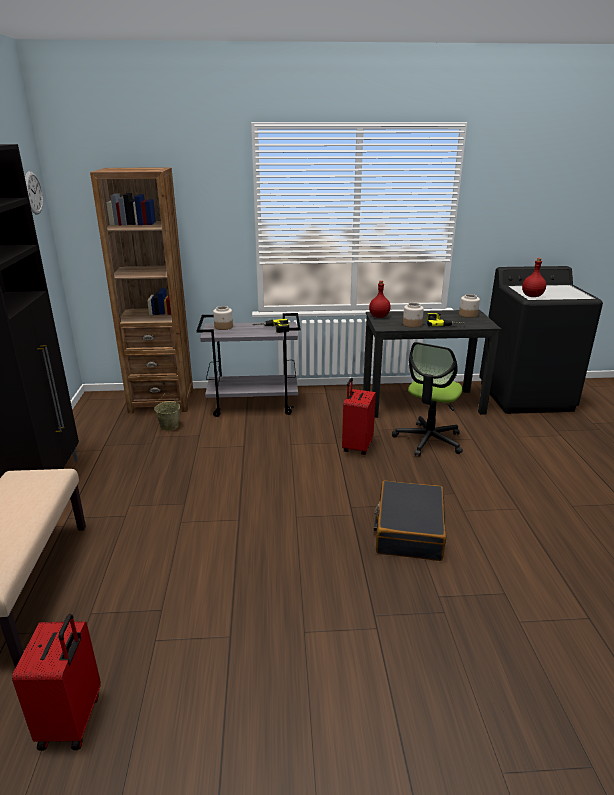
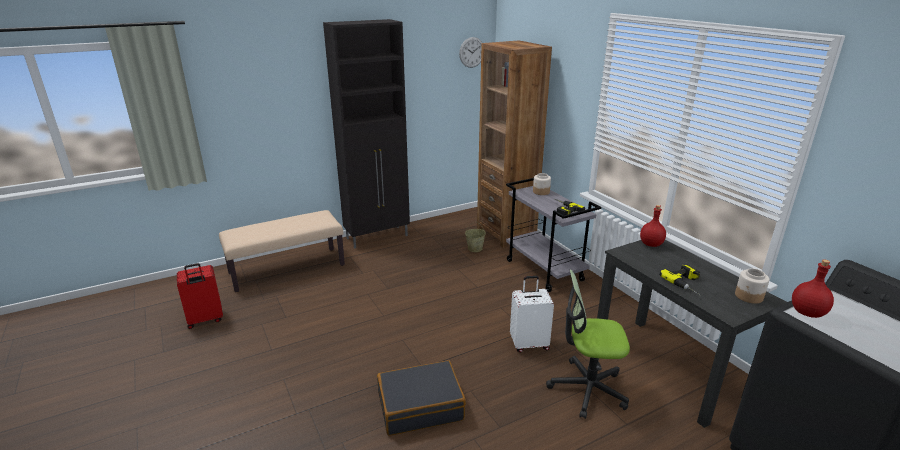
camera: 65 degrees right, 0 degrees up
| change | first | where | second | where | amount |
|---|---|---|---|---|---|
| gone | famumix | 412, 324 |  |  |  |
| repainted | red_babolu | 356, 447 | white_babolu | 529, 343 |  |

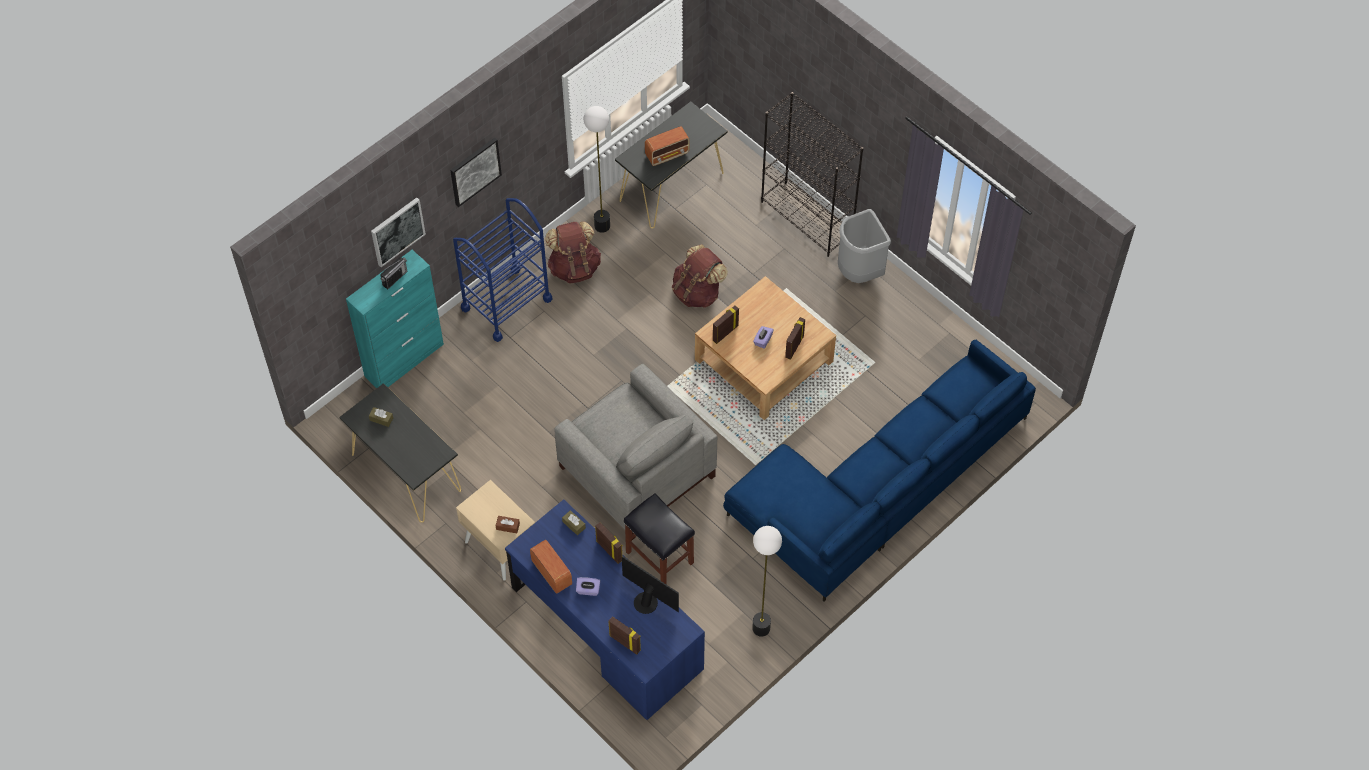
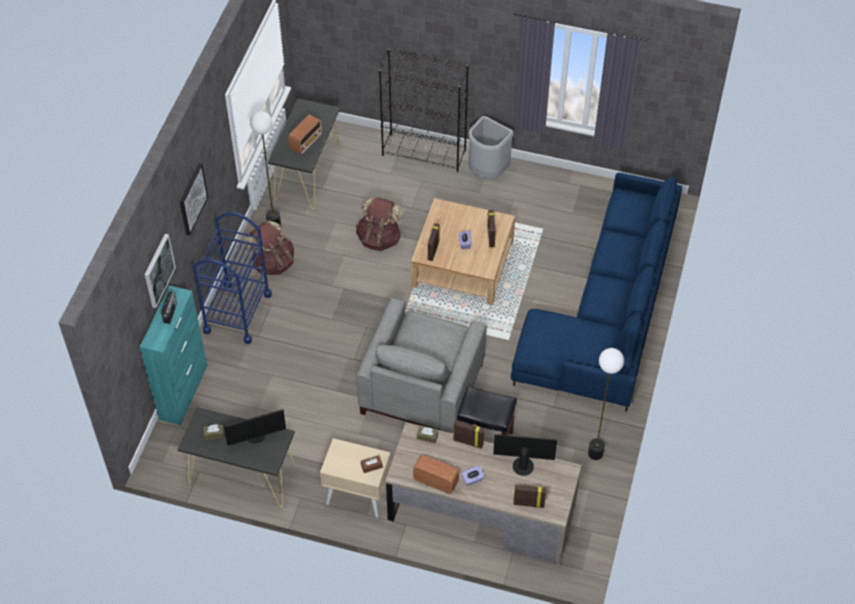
camera: 30 degrees left, 5 degrees down
| change | first | where | second | where | amount |
|---|---|---|---|---|---|
| rotated | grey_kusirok | 635, 470 |  | 422, 386 | 90 degrees clockwise |
| repainted | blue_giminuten | 606, 628 | brown_giminuten | 481, 512 |  |
| new |  |  | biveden | 256, 436 |  |

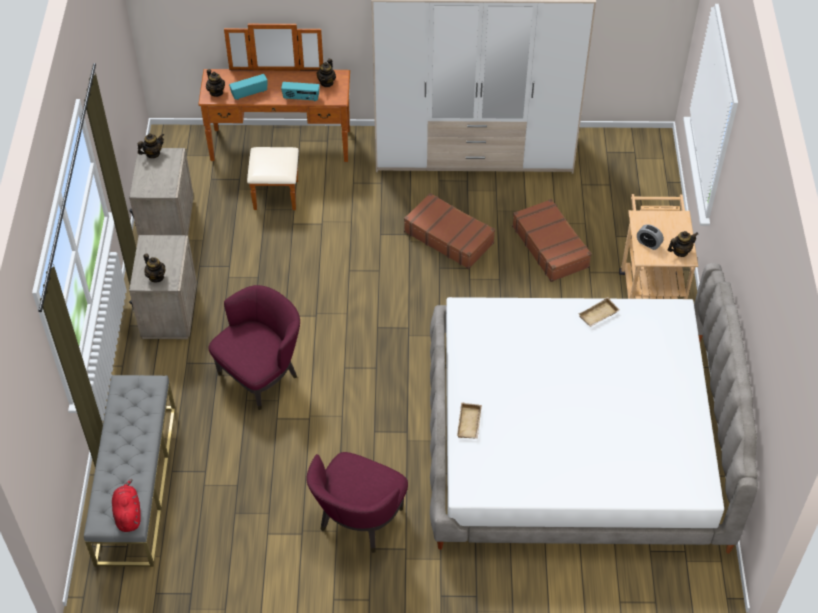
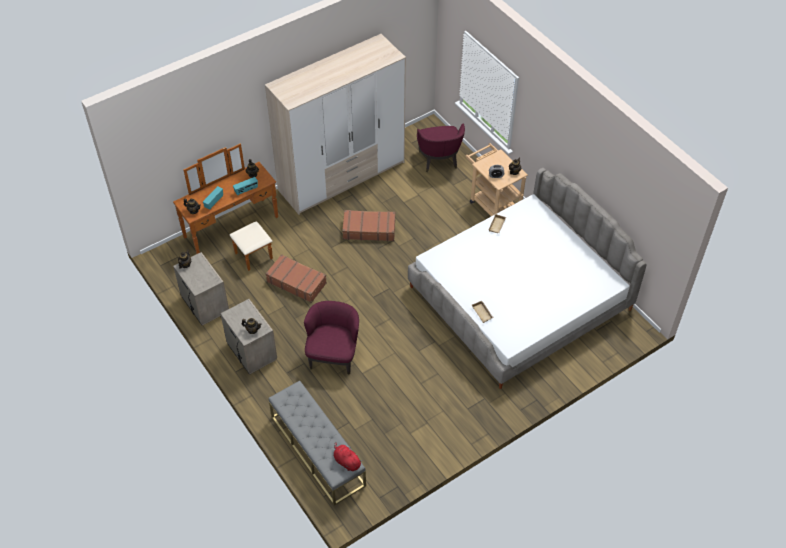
camera: 35 degrees left, 0 degrees up
| change | first | where | second | where | amount |
|---|---|---|---|---|---|
| shifted | brown_babolu | 550, 246 |  | 296, 282 |  |
| shifted | purple_kusirok | 358, 521 |  | 439, 161 |  |

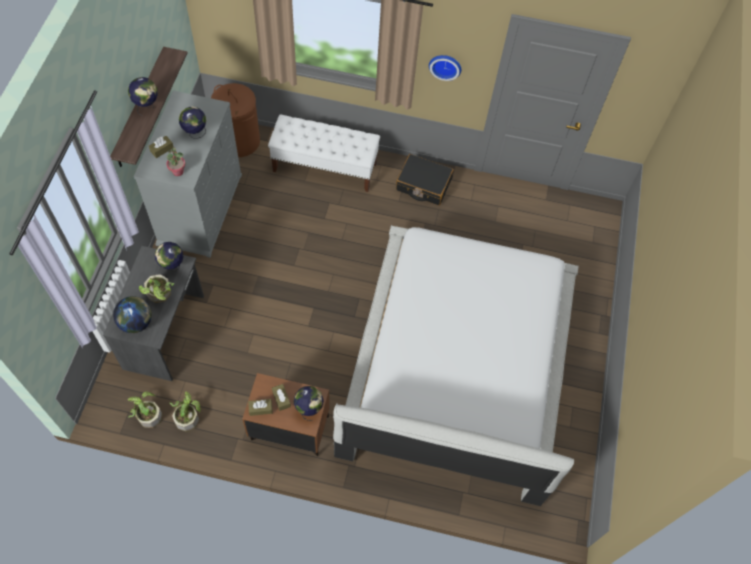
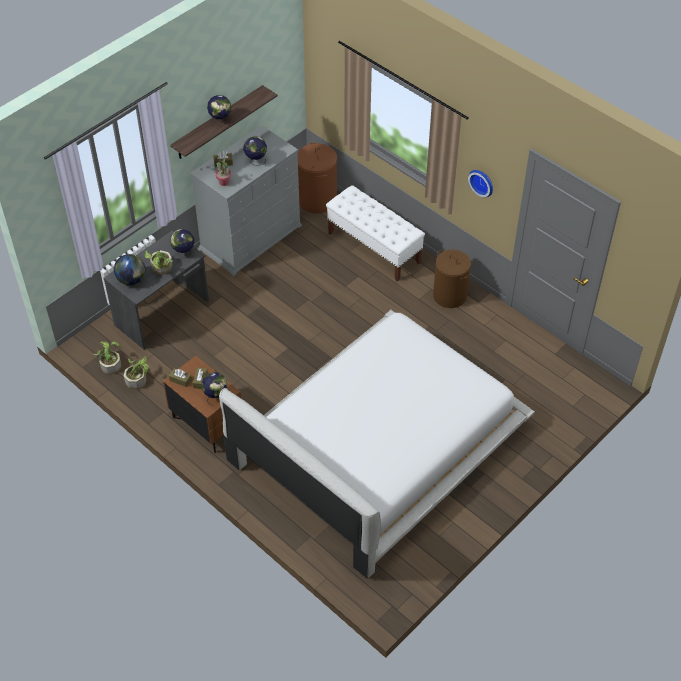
camera: 35 degrees right, 10 degrees down
| change | first | where | second | where | amount |
|---|---|---|---|---|---|
| swapped | black_babolu | 423, 185 | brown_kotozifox | 450, 296 |  |

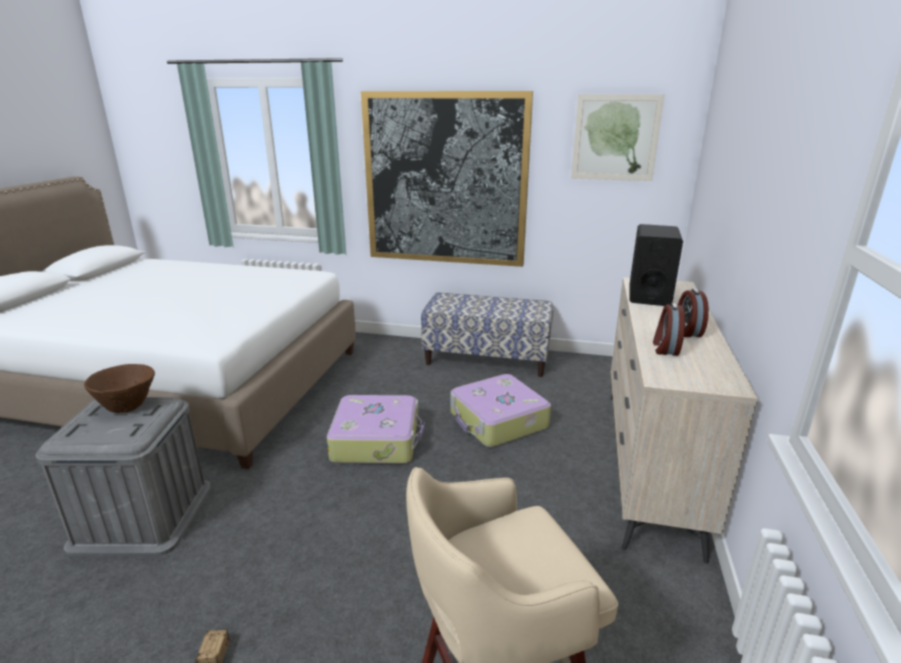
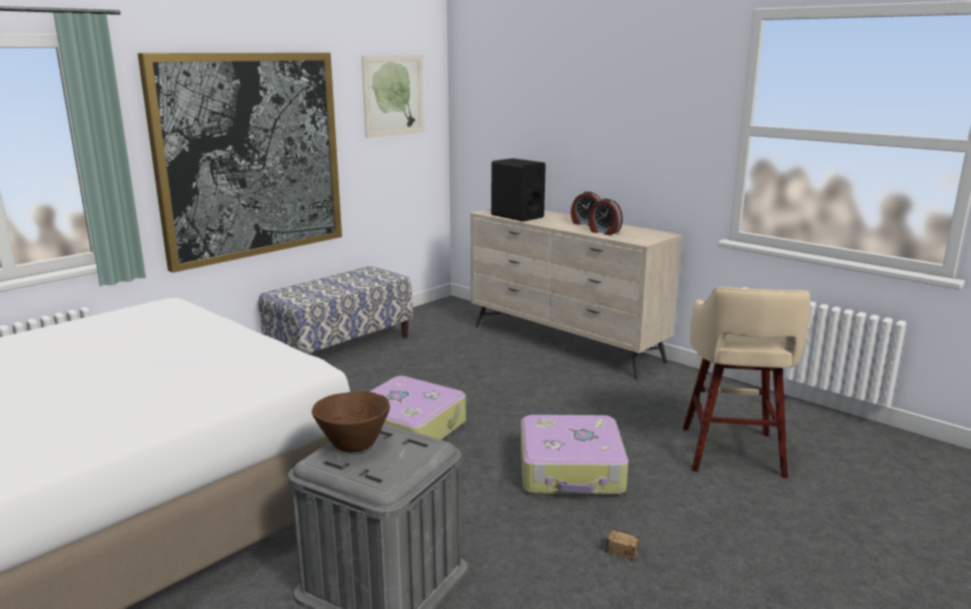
camera: 60 degrees left, 5 degrees down
| change | first | where | second | where | amount |
|---|---|---|---|---|---|
| shifted | babolu | 498, 421 |  | 571, 470 |  |

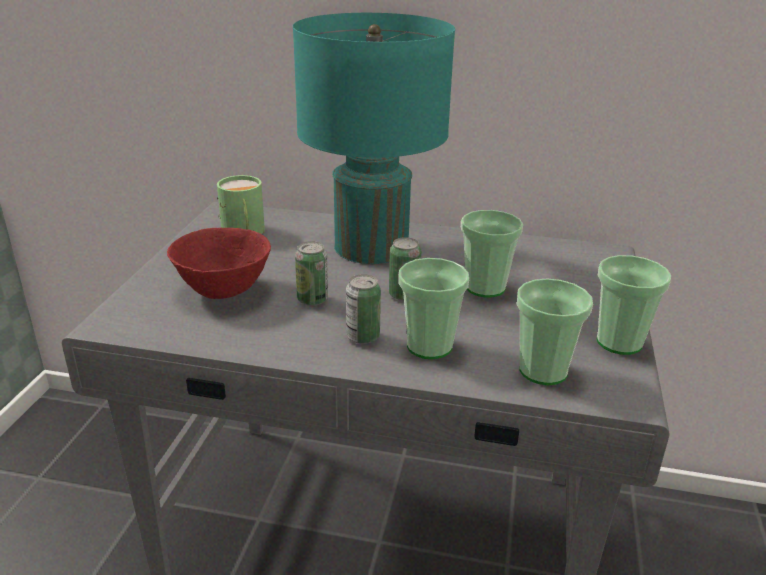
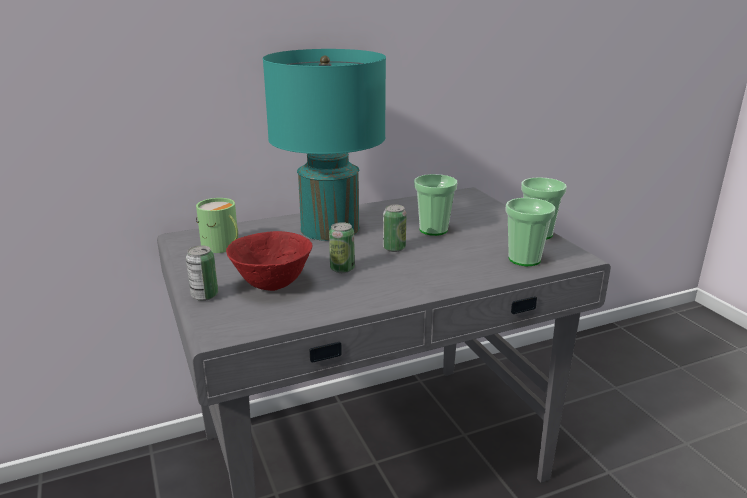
camera: 35 degrees left, 5 degrees down
| change | first | where | second | where | amount |
|---|---|---|---|---|---|
| gone | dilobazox | 429, 346 |  |  |  |
| shifted | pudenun | 363, 337 |  | 204, 295 |  |

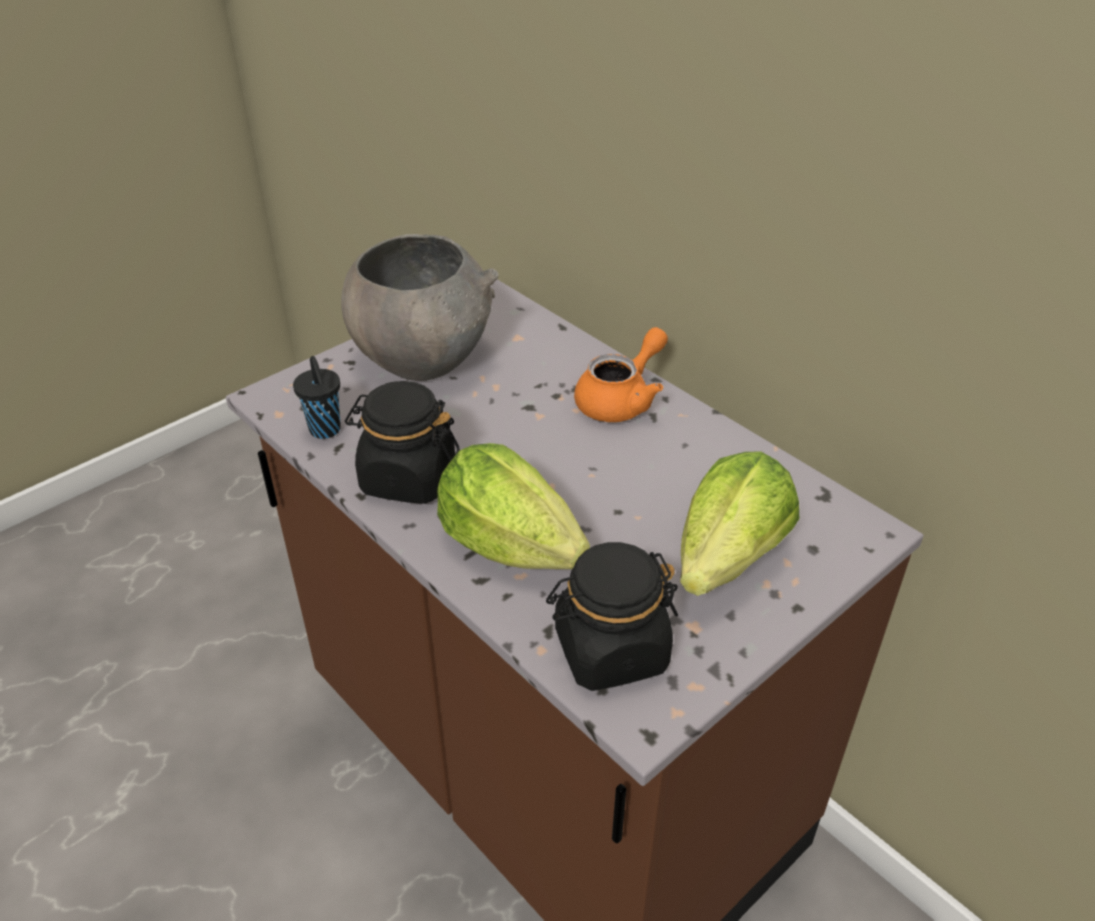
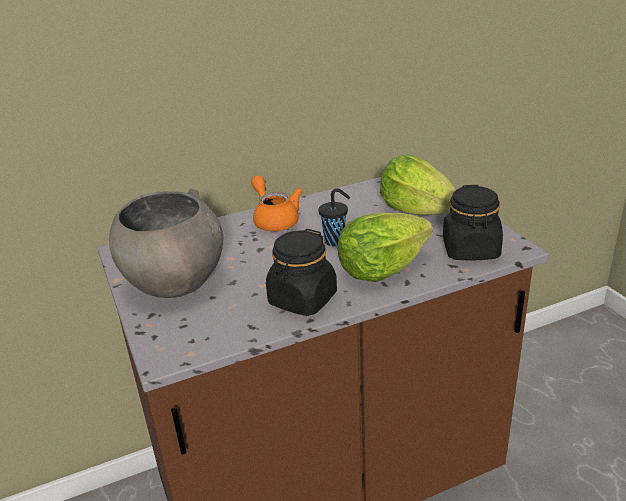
camera: 70 degrees left, 10 degrees down
| change | first | where | second | where | amount |
|---|---|---|---|---|---|
| shifted | black_dilobazox | 325, 431 |  | 336, 241 |  |

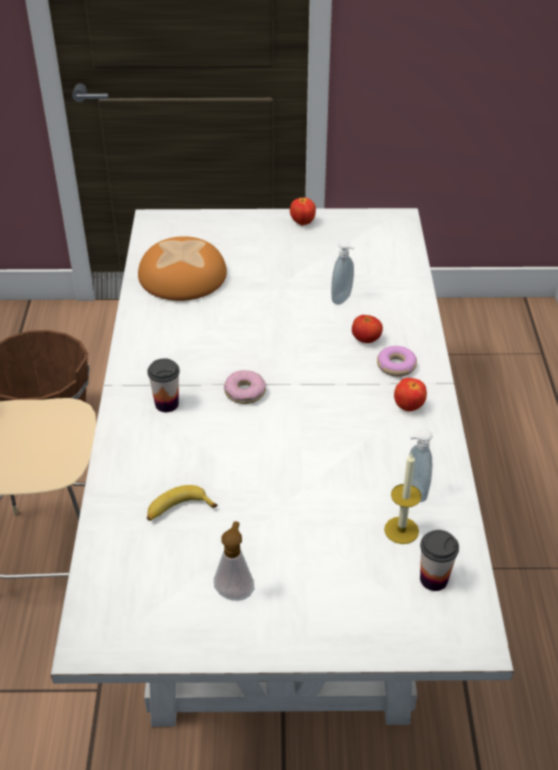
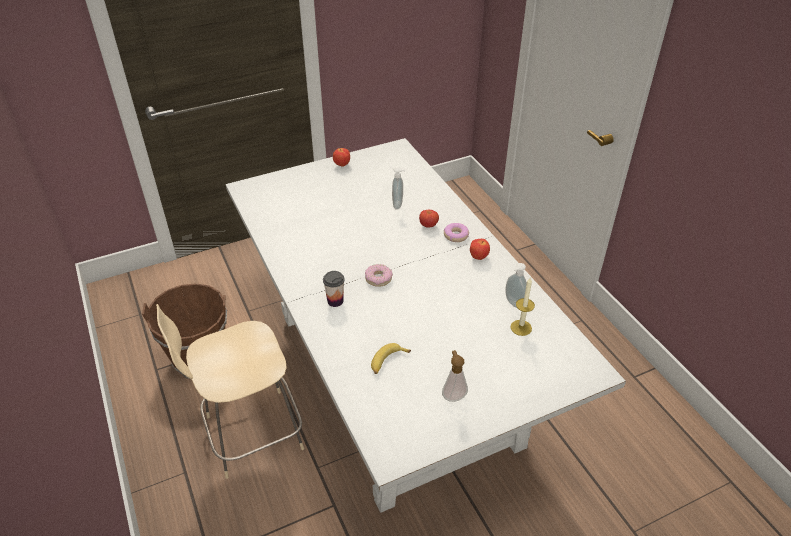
camera: 25 degrees left, 0 degrees up
| change | first | where | second | where | amount |
|---|---|---|---|---|---|
| gone | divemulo | 181, 276 |  |  |  |
| gone | dilobazox | 433, 579 |  |  |  |

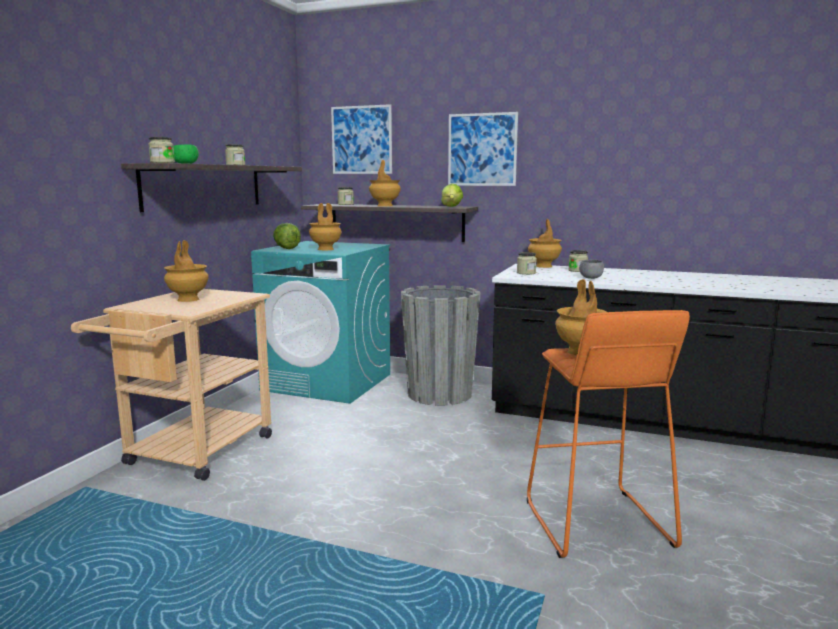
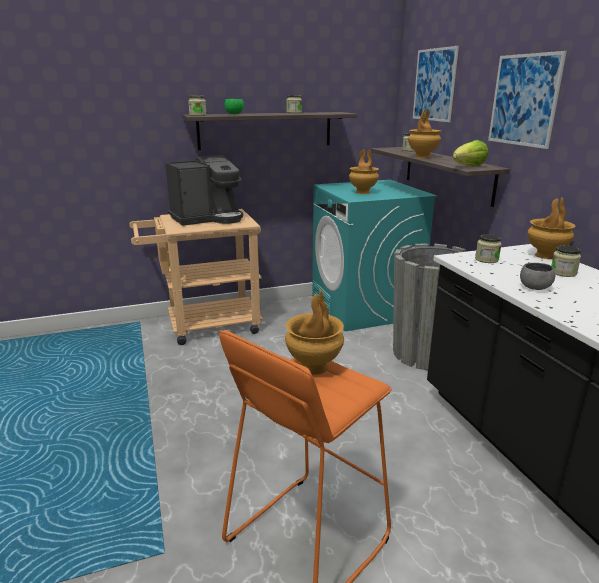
camera: 50 degrees right, 10 degrees up
| change | first | where | second | where | amount |
|---|---|---|---|---|---|
| gone | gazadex | 286, 248 |  |  |  |
| swapped | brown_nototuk | 188, 299 | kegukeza | 208, 218 |  |

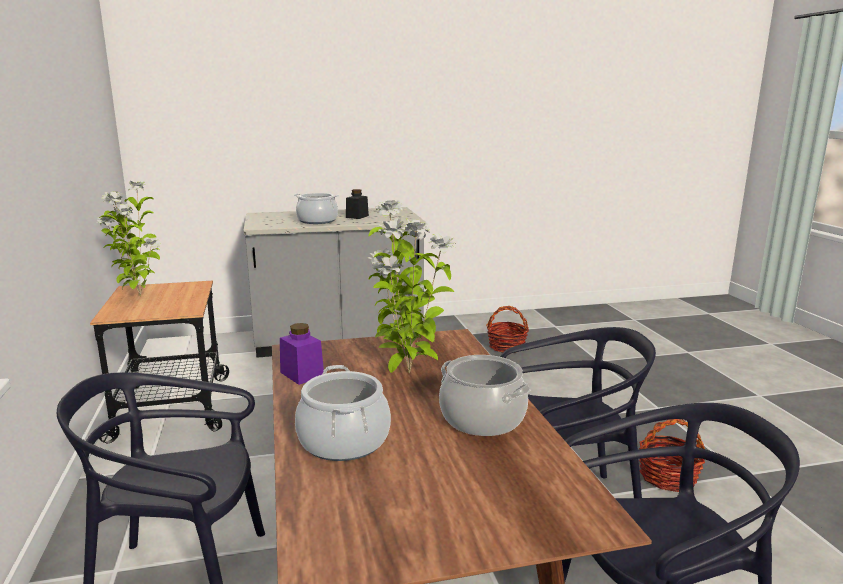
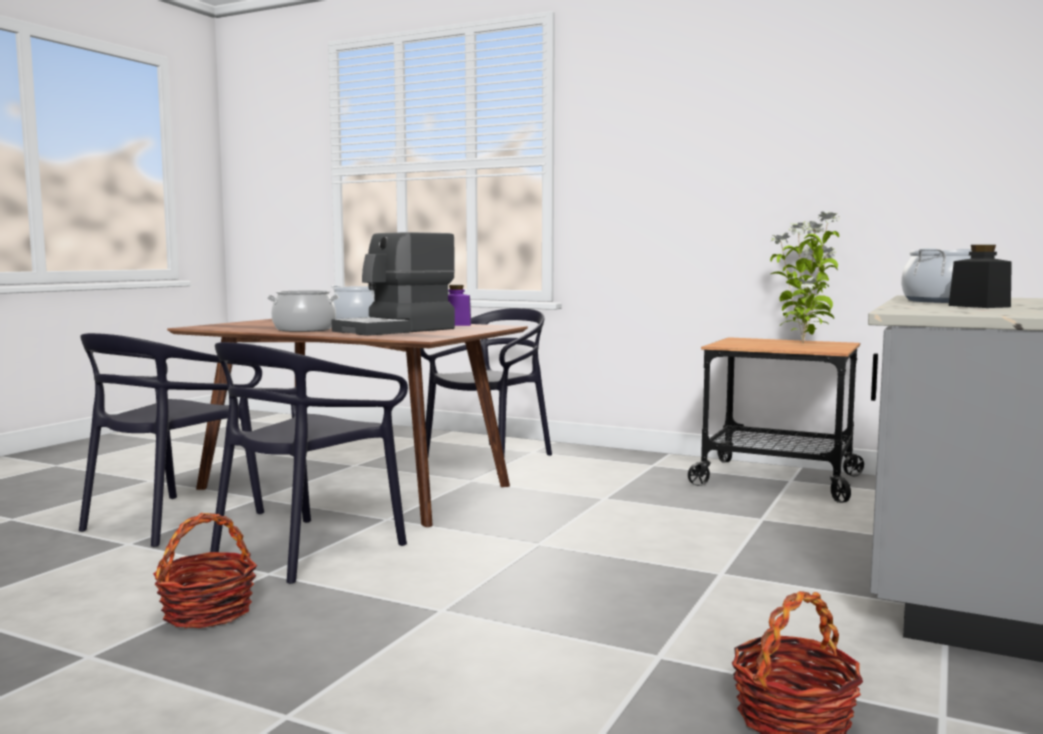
camera: 130 degrees right, 10 degrees down
| change | first | where | second | where | amount |
|---|---|---|---|---|---|
| swapped | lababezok | 407, 374 | kegukeza | 396, 330 |  |

